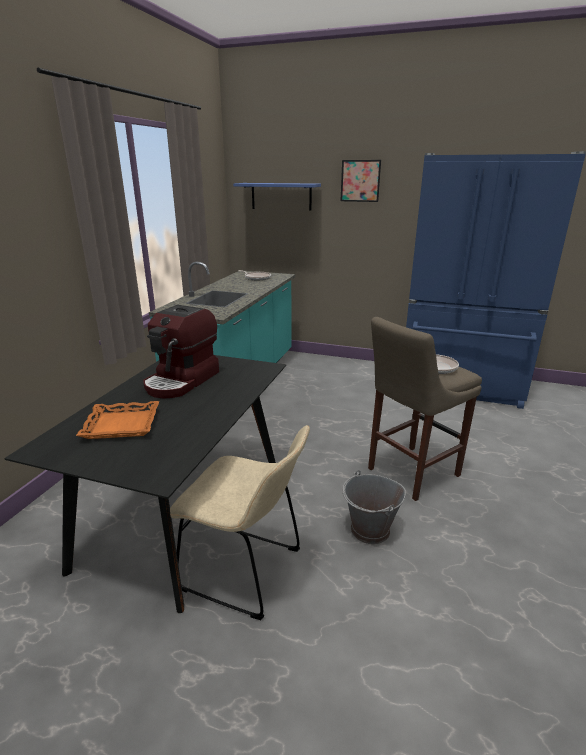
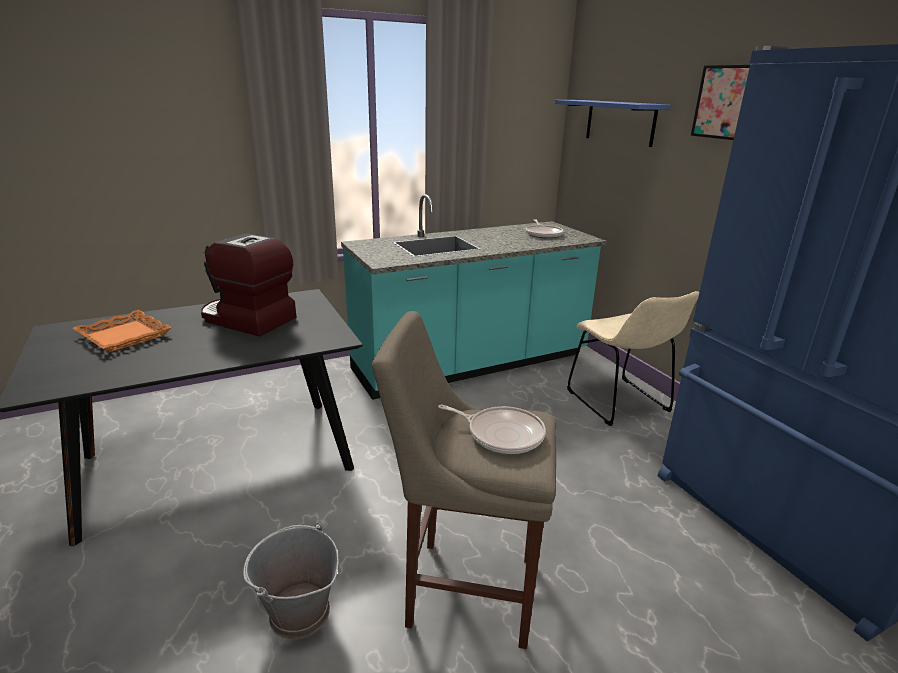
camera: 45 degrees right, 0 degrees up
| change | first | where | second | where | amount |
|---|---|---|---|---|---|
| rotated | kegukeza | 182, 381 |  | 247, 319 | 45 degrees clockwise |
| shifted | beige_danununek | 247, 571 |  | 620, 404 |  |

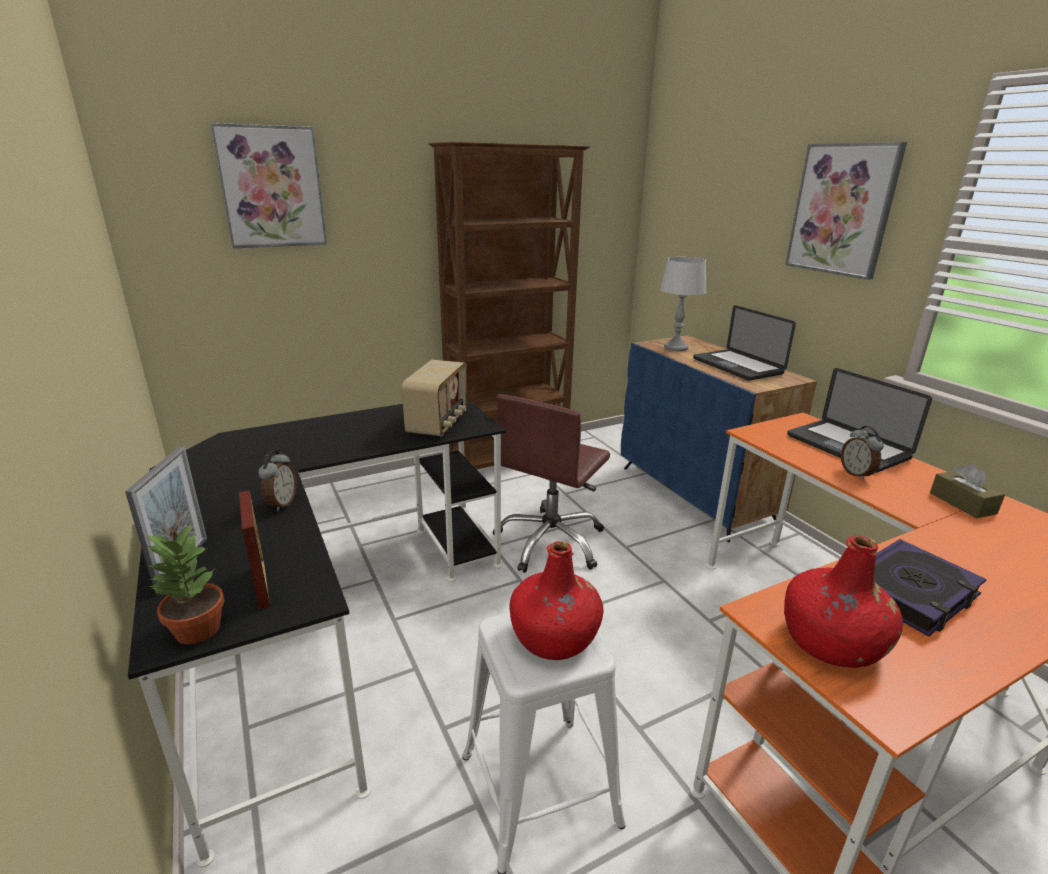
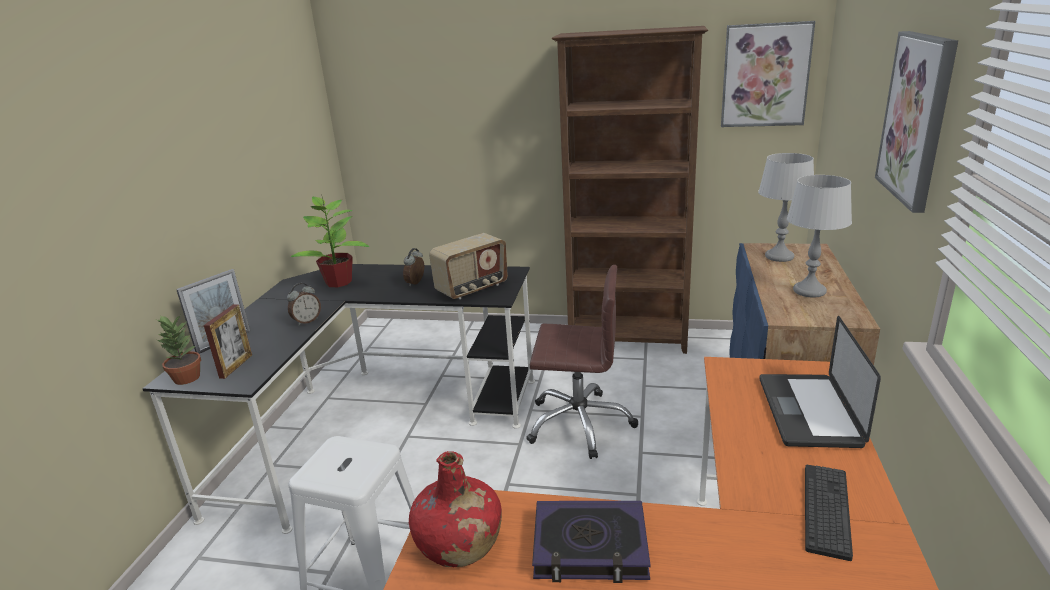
camera: 40 degrees right, 0 degrees up
| change | first | where | second | where | amount |
|---|---|---|---|---|---|
| shifted | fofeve | 272, 187 |  | 765, 75 |  |
| swapped | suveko | 737, 366 | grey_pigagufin | 809, 291 |  |
| rotated | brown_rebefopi | 551, 542 |  | 579, 423 | 150 degrees counterclockwise |
| shifted | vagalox | 856, 474 |  | 416, 283 |  |
| swapped | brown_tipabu | 962, 503 | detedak | 826, 510 |  |
| gone | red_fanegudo | 555, 636 |  |  |  |
| new |  |  | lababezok | 338, 282 |  |

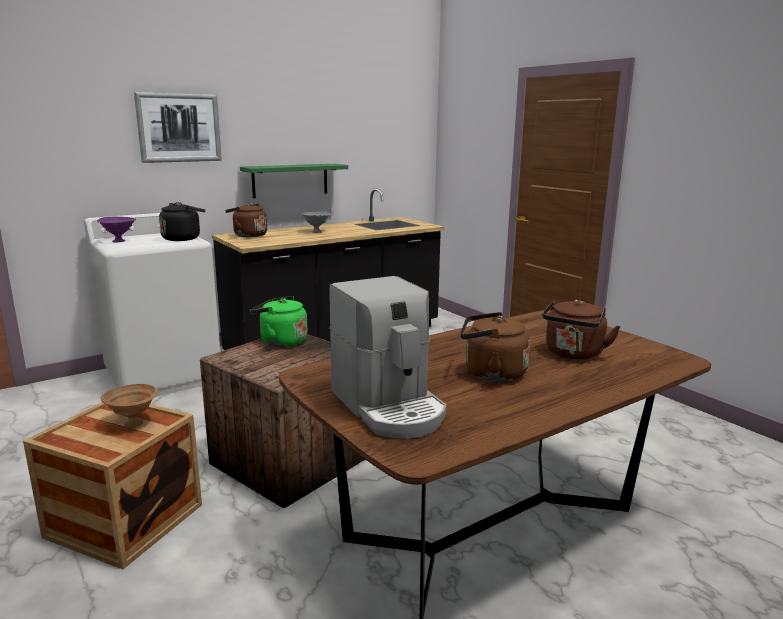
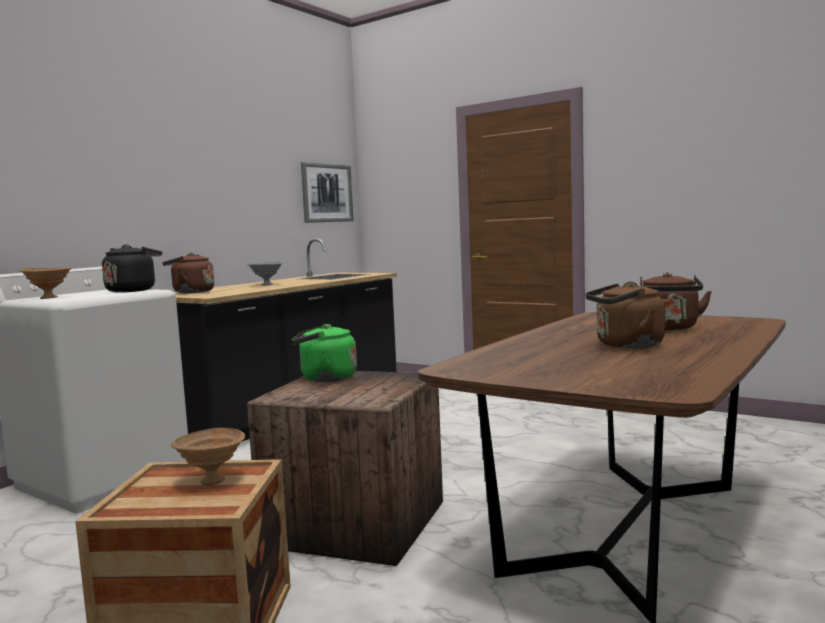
camera: 20 degrees left, 10 degrees down
| change | first | where | second | where | amount |
|---|---|---|---|---|---|
| shifted | fofeve | 179, 128 |  | 327, 193 |  |
| gone | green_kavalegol | 290, 180 |  |  |  |
| repainted | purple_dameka | 119, 241 | brown_dameka | 49, 298 |  |
| gone | kegukeza | 389, 407 |  |  |  |

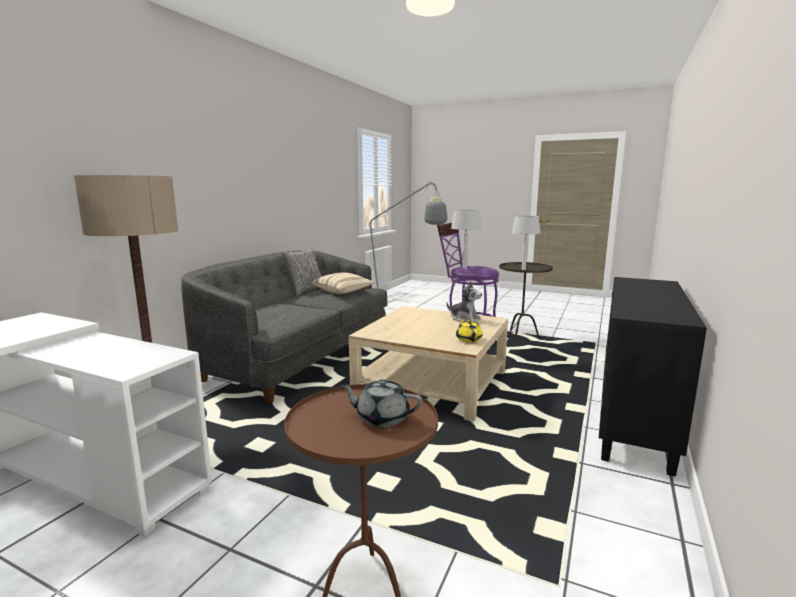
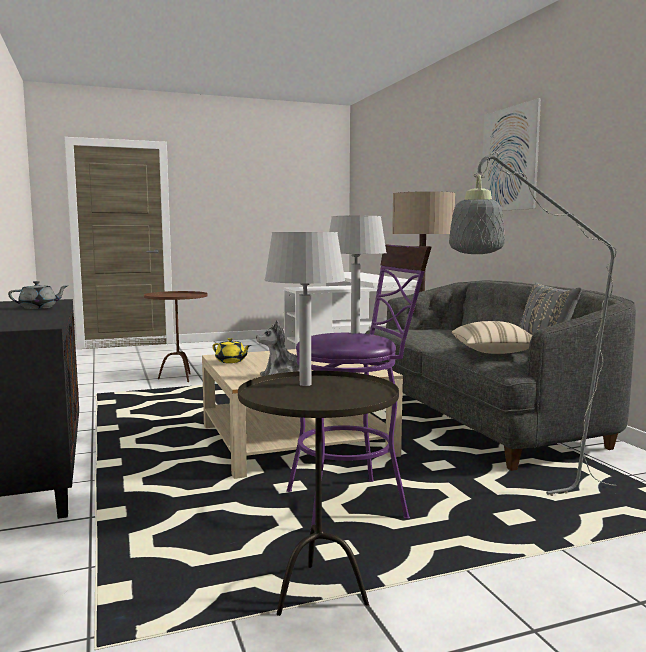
camera: 135 degrees right, 5 degrees down
| change | first | where | second | where | amount |
|---|---|---|---|---|---|
| shifted | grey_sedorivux | 381, 418 |  | 39, 308 |  |
| new |  |  | fofeve | 509, 159 |  |

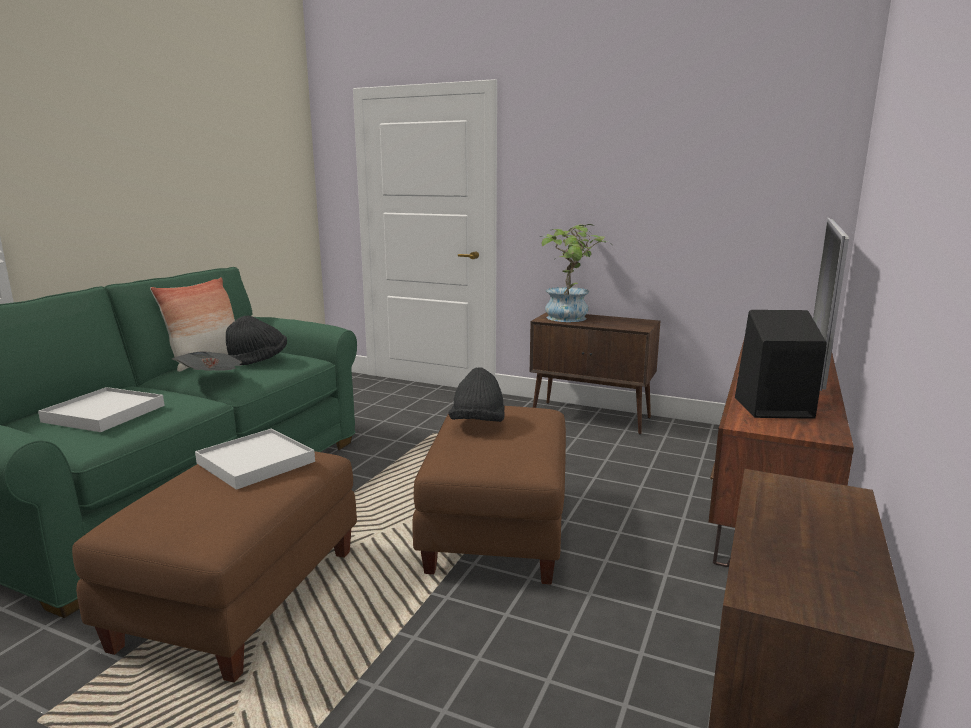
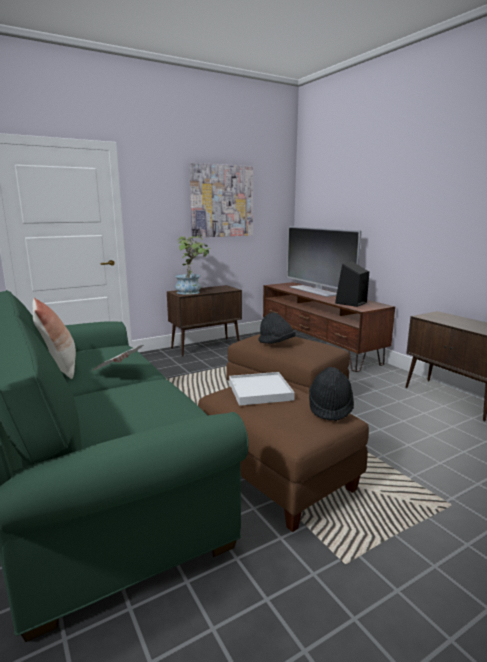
camera: 55 degrees left, 0 degrees up
| change | first | where | second | where | amount |
|---|---|---|---|---|---|
| shifted | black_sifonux | 258, 361 |  | 330, 408 |  |
| gone | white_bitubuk | 104, 413 |  |  |  |
| new |  |  | fofeve | 221, 201 |  |

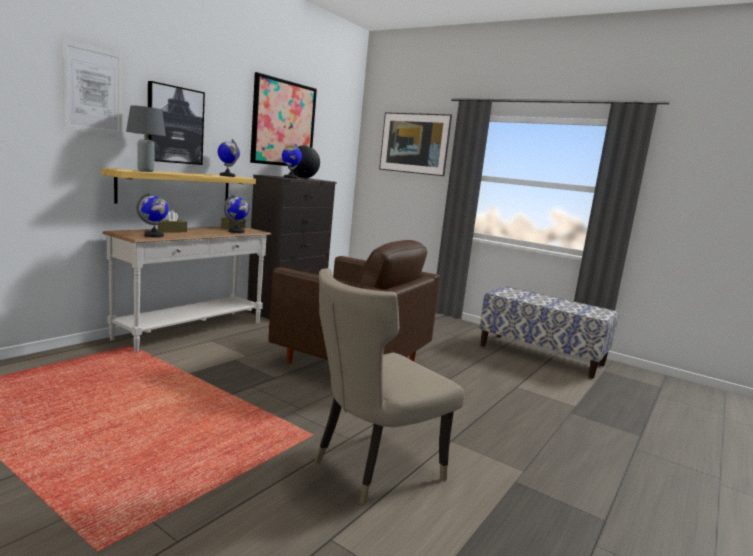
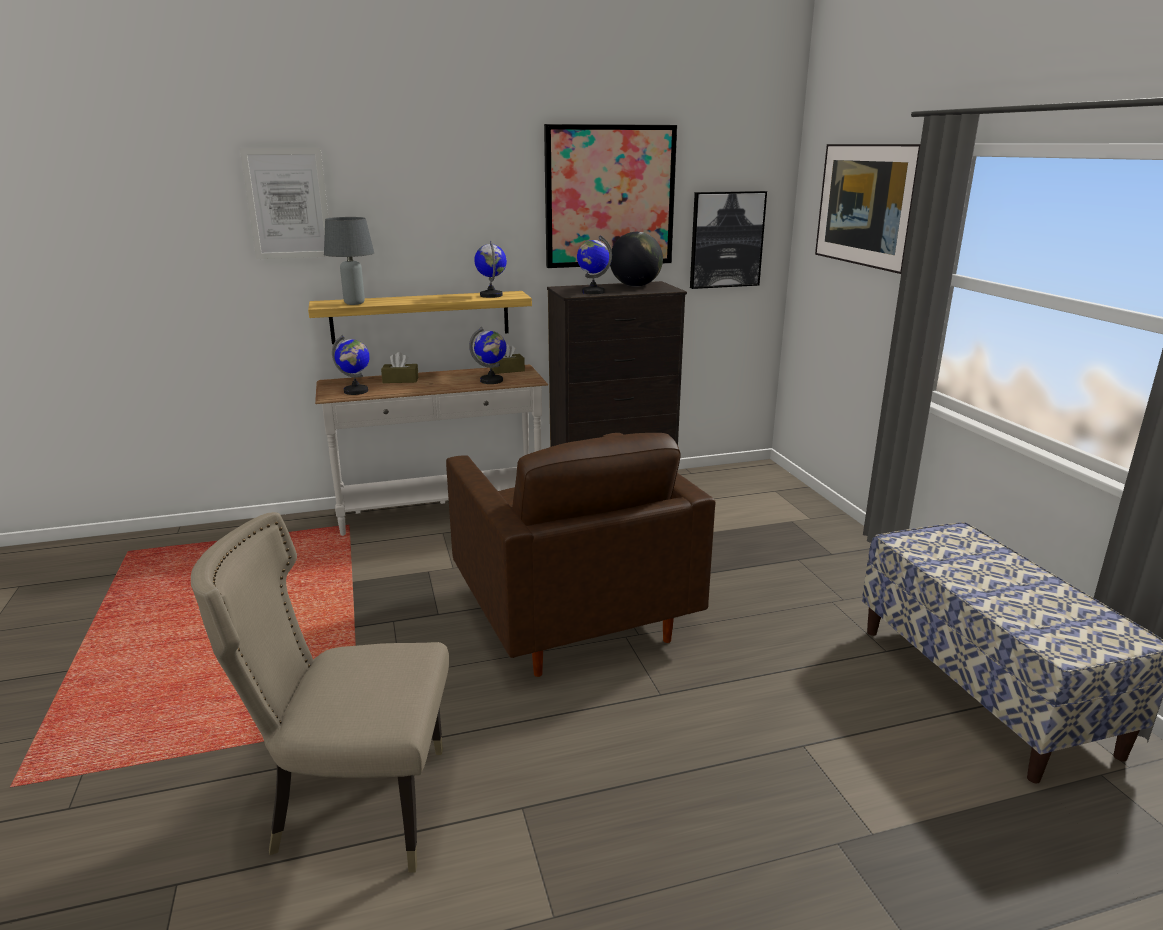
camera: 40 degrees right, 10 degrees up
| change | first | where | second | where | amount |
|---|---|---|---|---|---|
| shifted | fofeve | 175, 125 |  | 726, 239 |  |

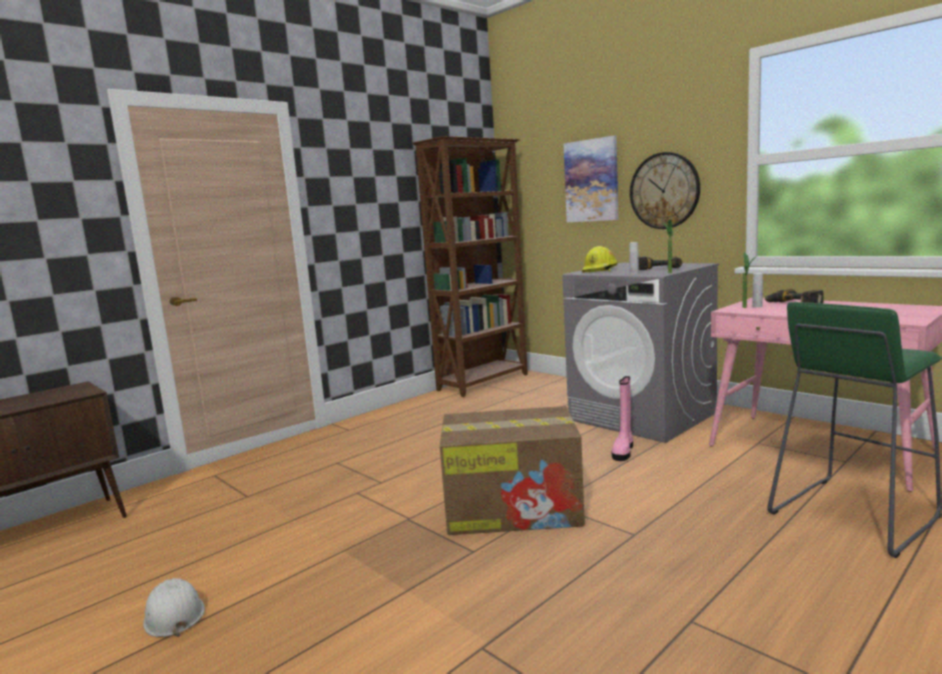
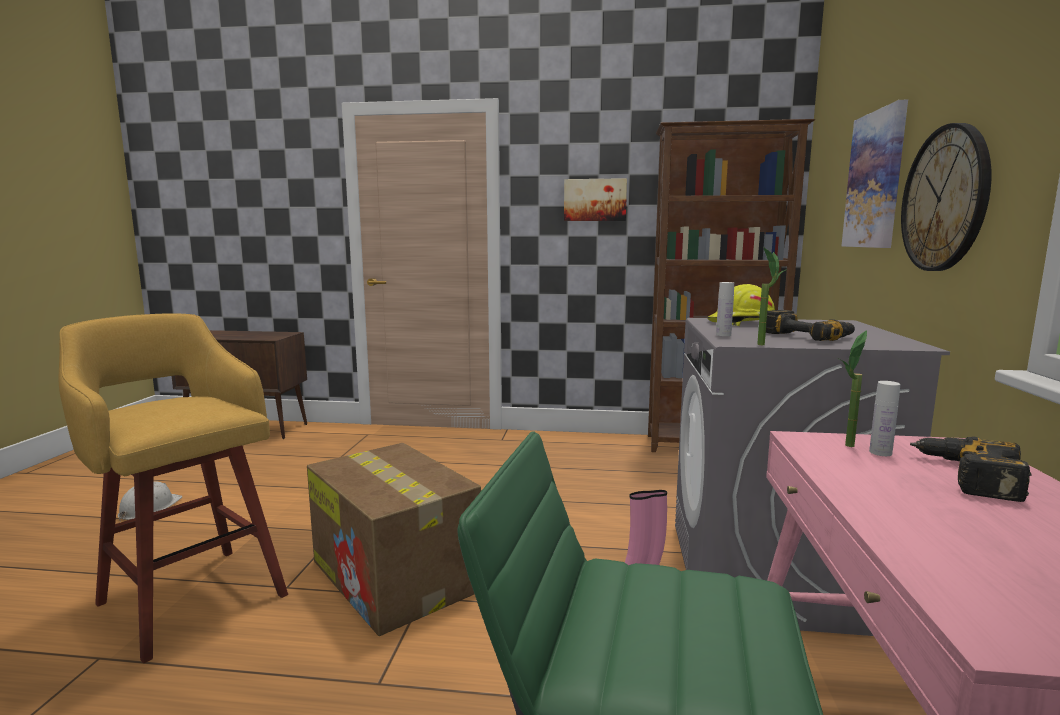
camera: 50 degrees right, 0 degrees up
| change | first | where | second | where | amount |
|---|---|---|---|---|---|
| new |  |  | fofeve | 595, 200 |  |
| new |  |  | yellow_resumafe | 191, 596 |  |

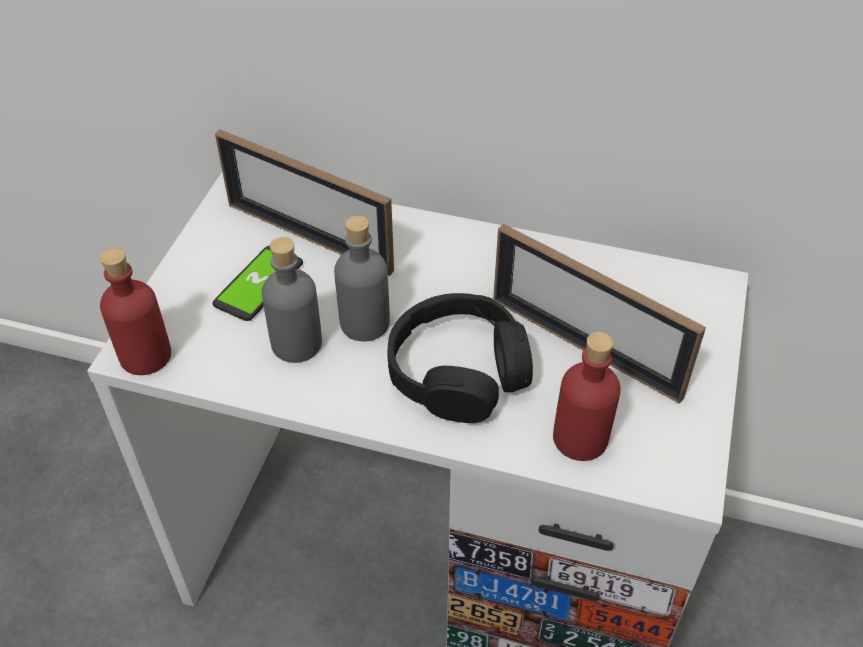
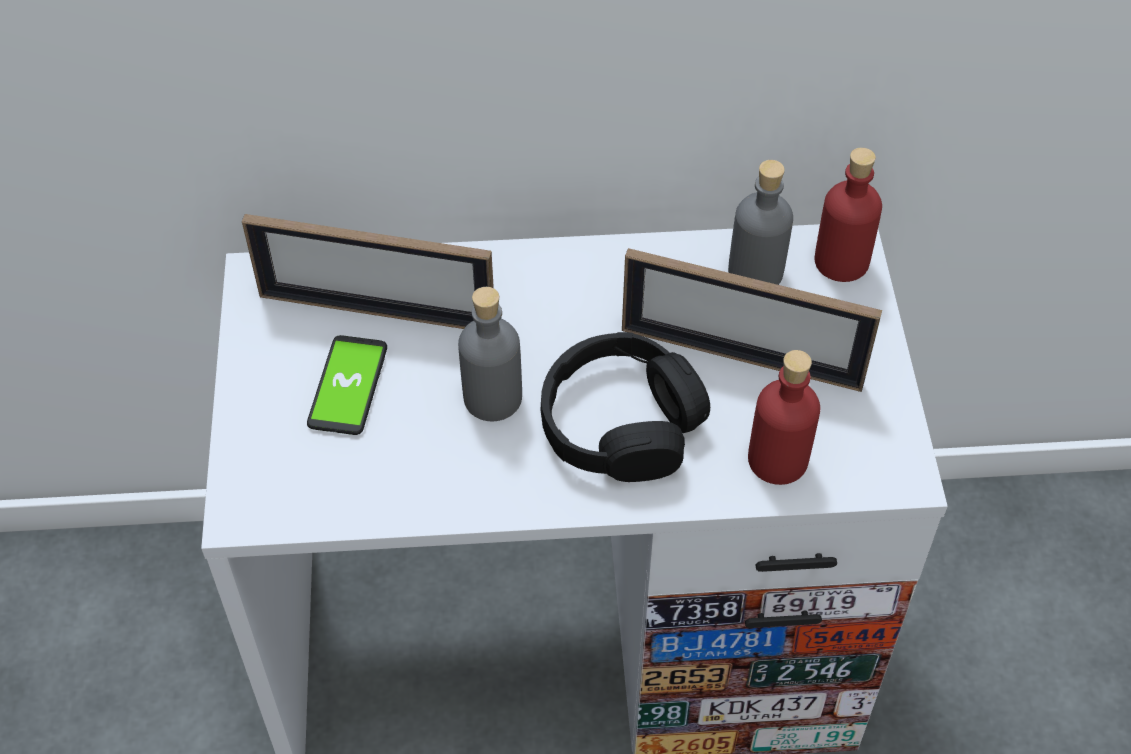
camera: 20 degrees left, 5 degrees up
| change | first | where | second | where | amount |
|---|---|---|---|---|---|
| shifted | grey_fanegudo | 296, 343 |  | 755, 272 |  |
| shifted | red_fanegudo | 145, 355 |  | 841, 261 |  |

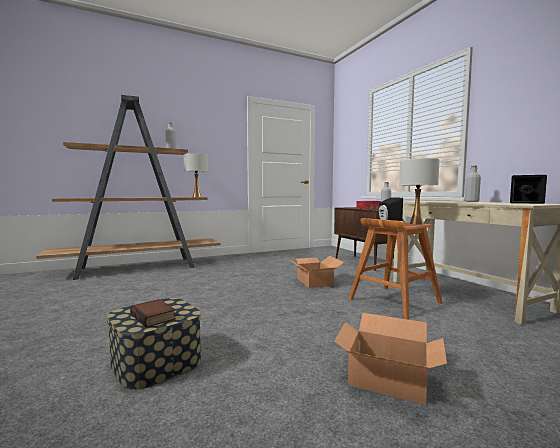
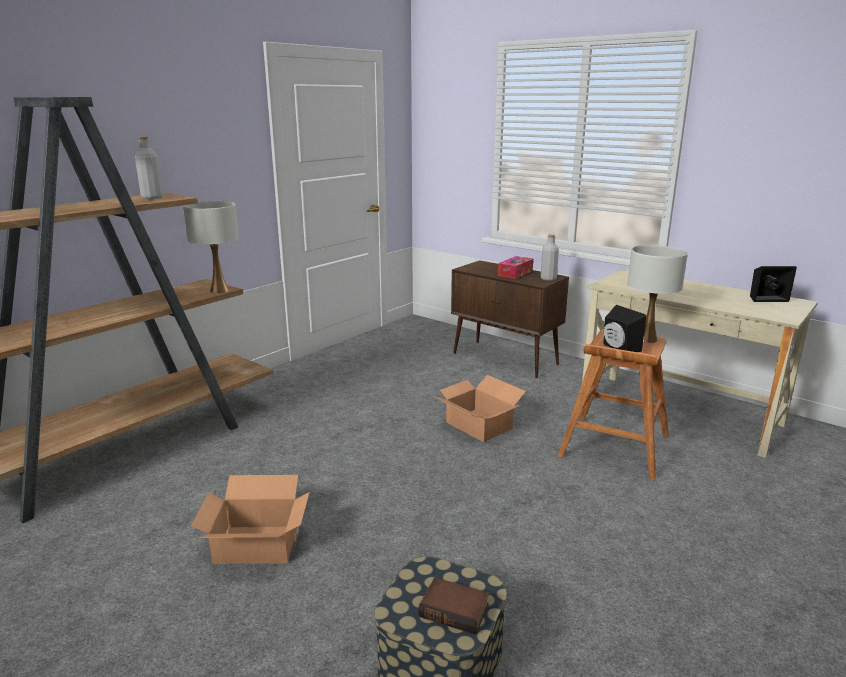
camera: 25 degrees left, 15 degrees up
| change | first | where | second | where | amount |
|---|---|---|---|---|---|
| gone | grey_fanegudo | 471, 201 |  |  |  |
| shifted | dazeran | 388, 379 |  | 257, 545 |  |

